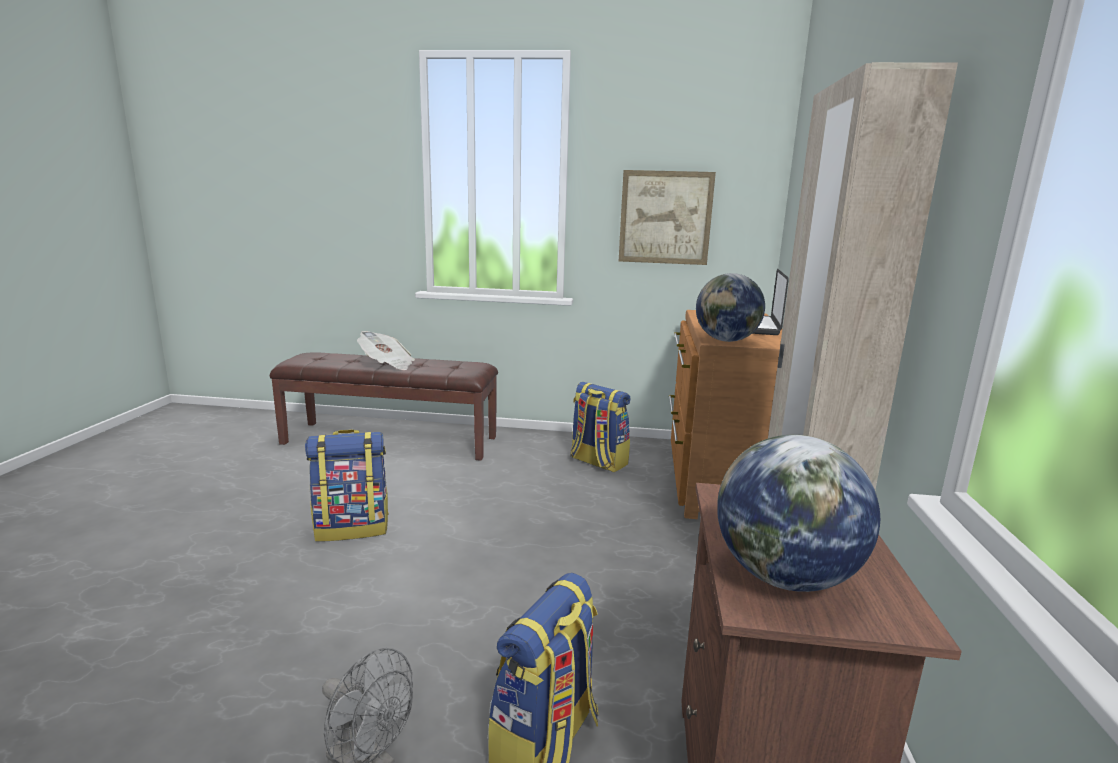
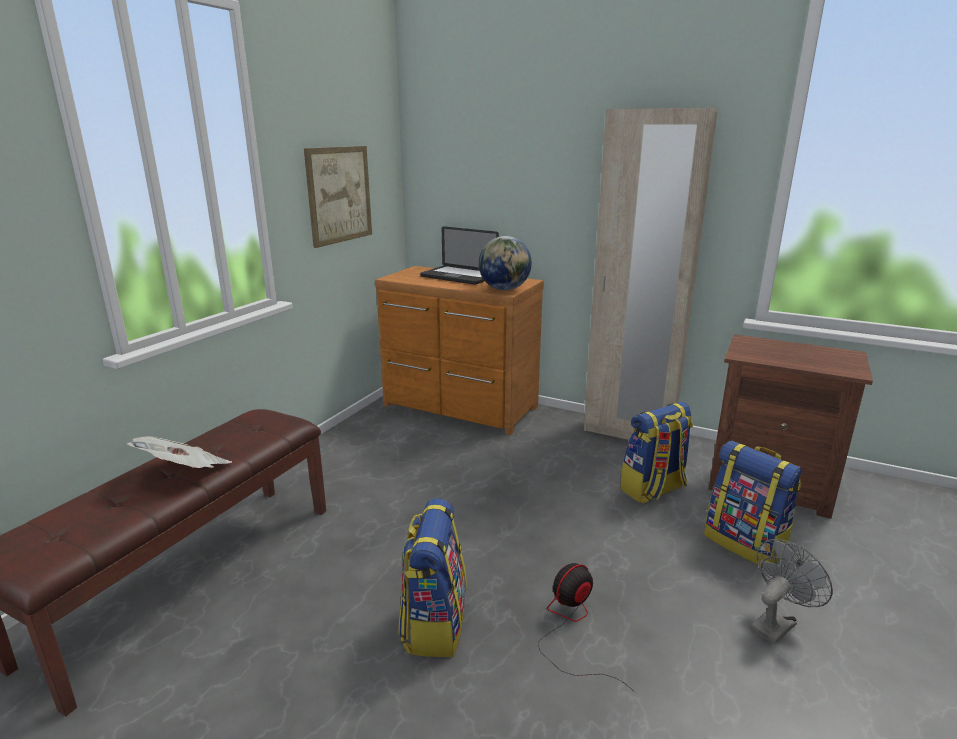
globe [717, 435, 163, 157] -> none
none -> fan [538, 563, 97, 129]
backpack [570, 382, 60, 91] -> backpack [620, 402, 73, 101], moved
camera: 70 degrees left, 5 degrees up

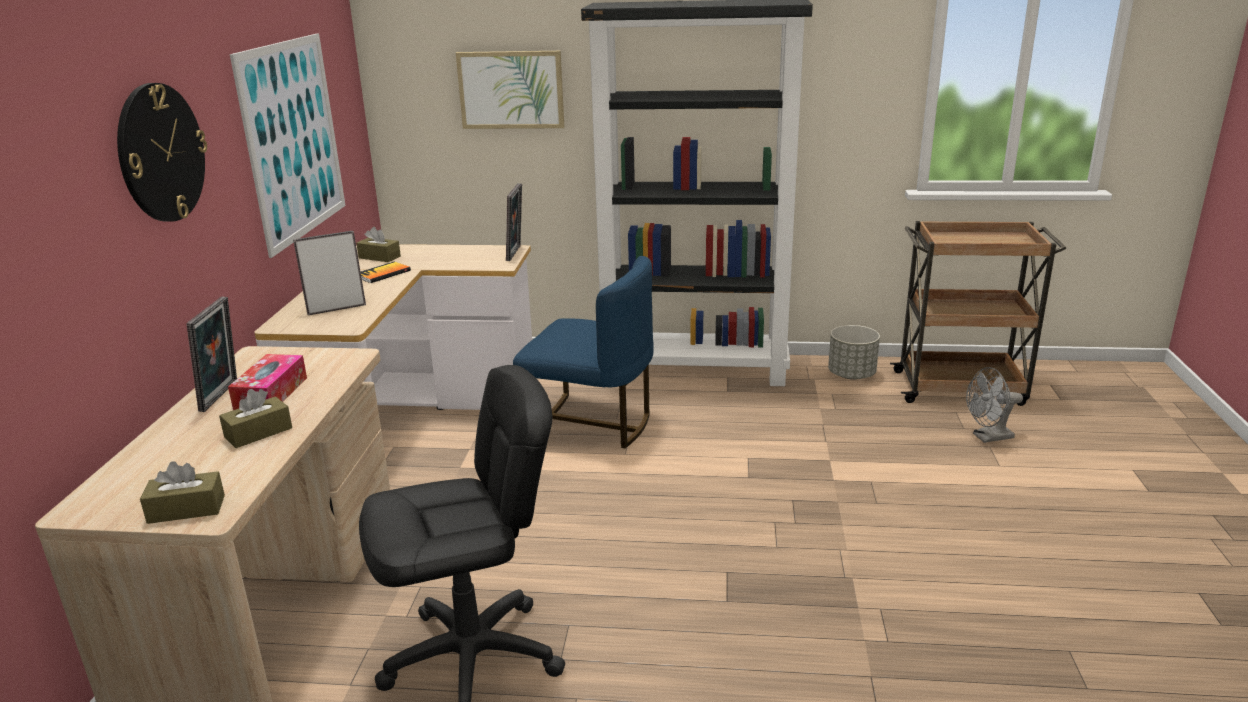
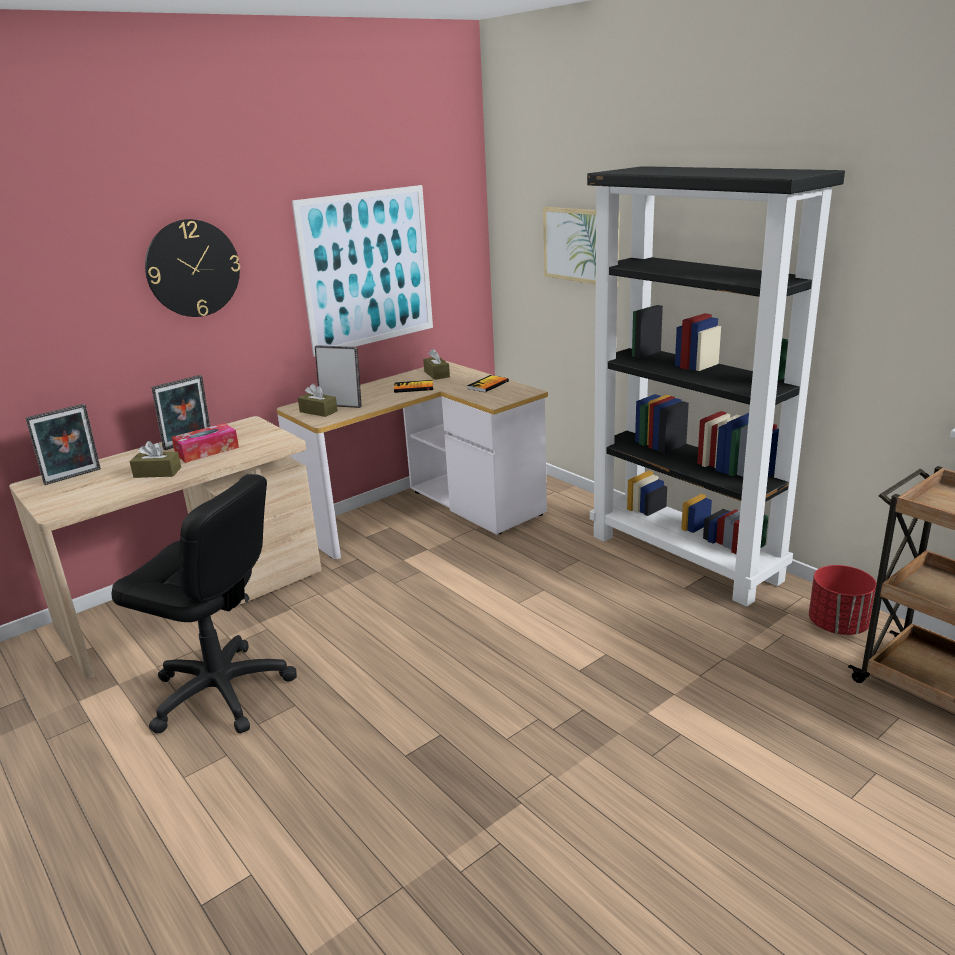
blue chair [513, 256, 141, 192] -> none
grey fan [966, 367, 57, 76] -> none
none -> book [467, 375, 42, 17]
brown tissue box [140, 461, 85, 63] -> brown tissue box [298, 383, 40, 34], moved
picture frame [506, 183, 16, 78] -> picture frame [26, 404, 75, 81], moved
grey planter [828, 325, 52, 55] -> red planter [809, 565, 68, 70]
camera: 45 degrees right, 0 degrees up

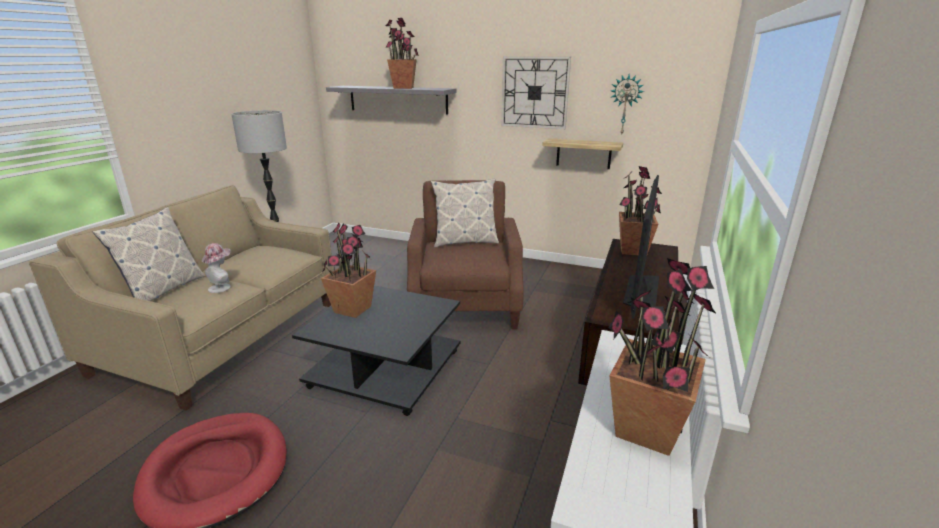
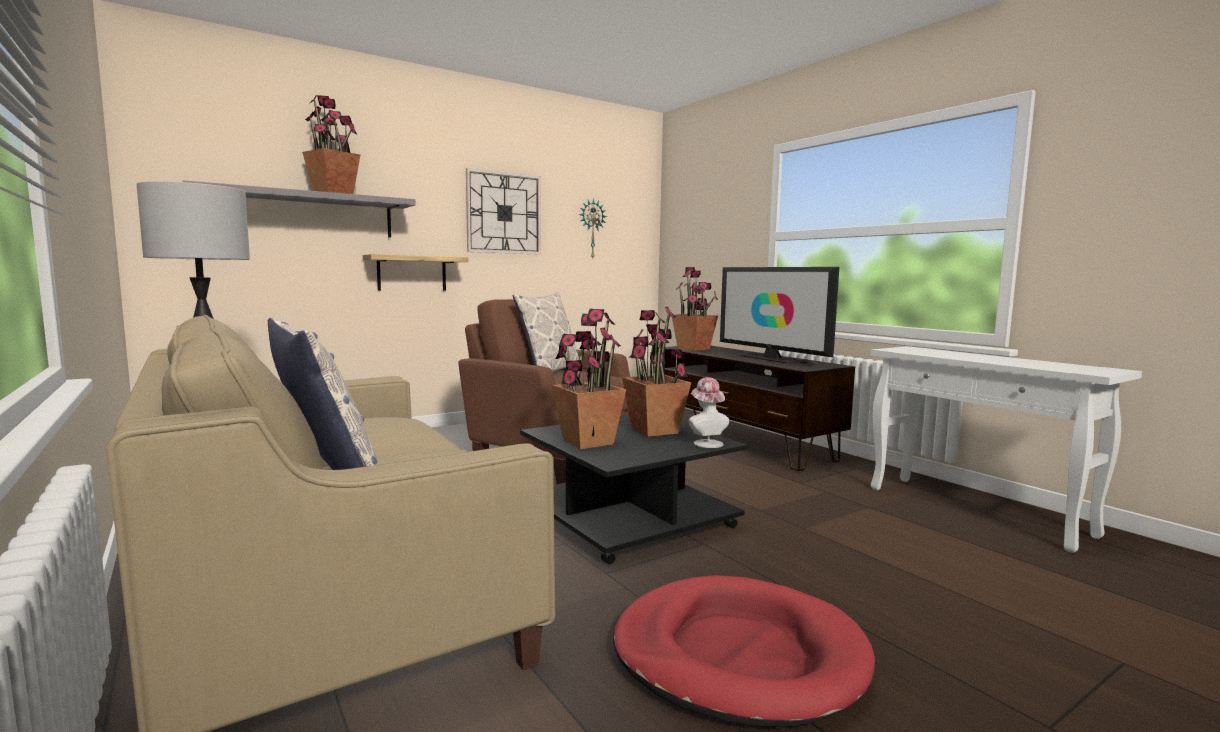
hat [202, 243, 29, 50] -> hat [688, 377, 41, 71], moved
shelf [542, 138, 81, 31] -> shelf [363, 254, 106, 37], moved
potted plant [608, 258, 109, 198] -> potted plant [622, 307, 69, 130], moved
camera: 55 degrees left, 15 degrees down

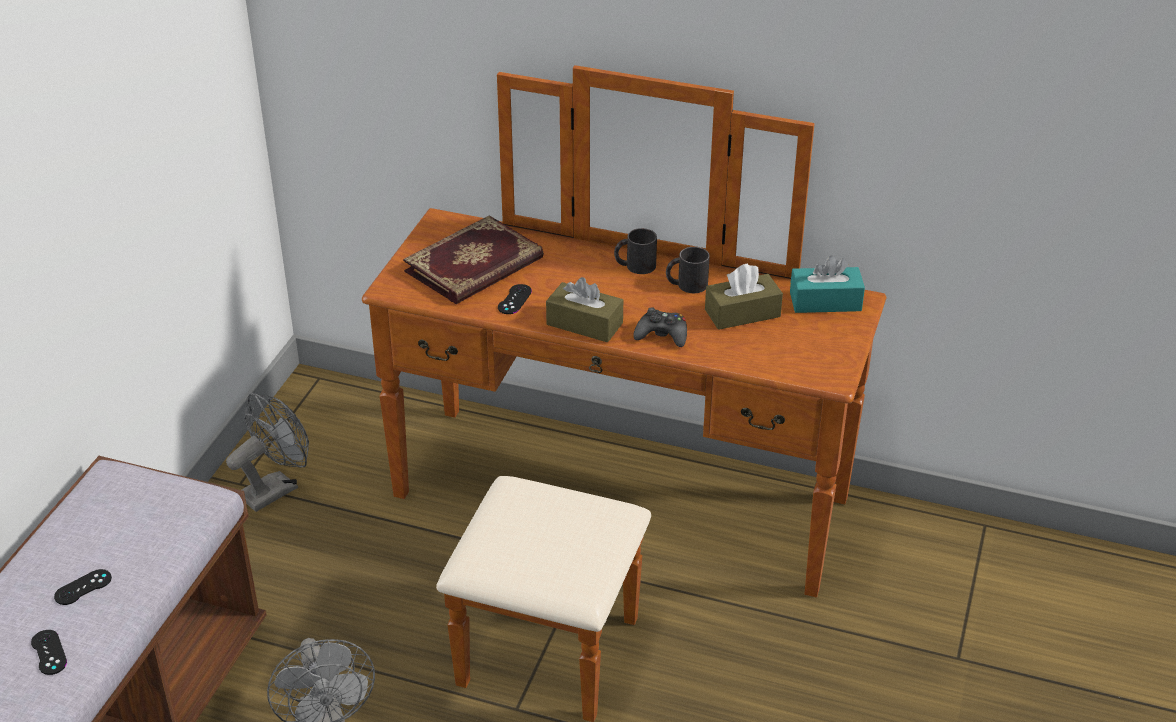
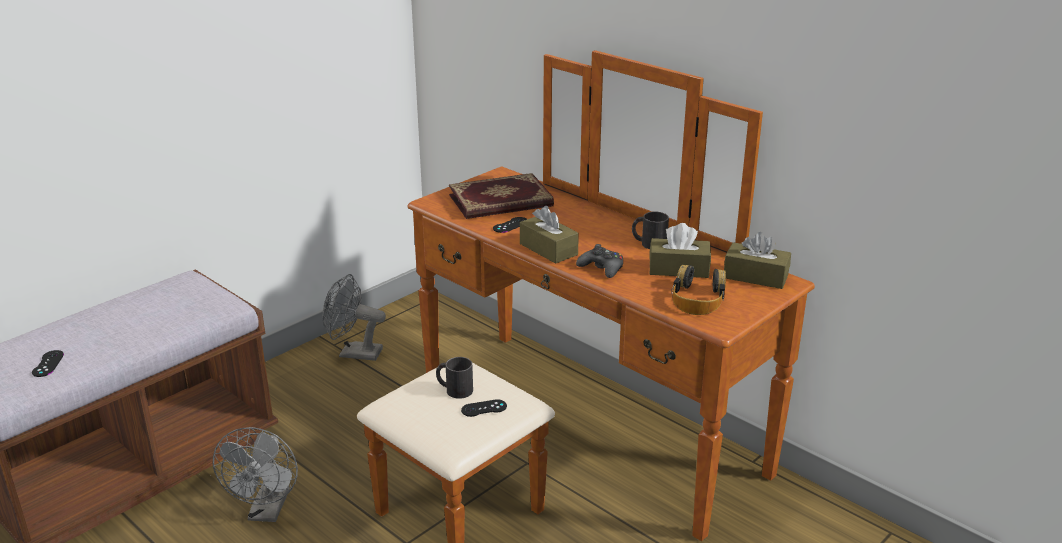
none -> headphones [671, 265, 55, 50]
black game controller [54, 569, 58, 36] -> black game controller [461, 399, 46, 18], moved
black mug [614, 228, 43, 46] -> black mug [436, 357, 37, 42], moved
turquoise tissue box [790, 255, 75, 58] -> brown tissue box [724, 232, 67, 57]
grey fan [226, 393, 83, 119] -> grey fan [322, 274, 64, 87], 150 degrees counterclockwise
camera: 25 degrees right, 10 degrees down

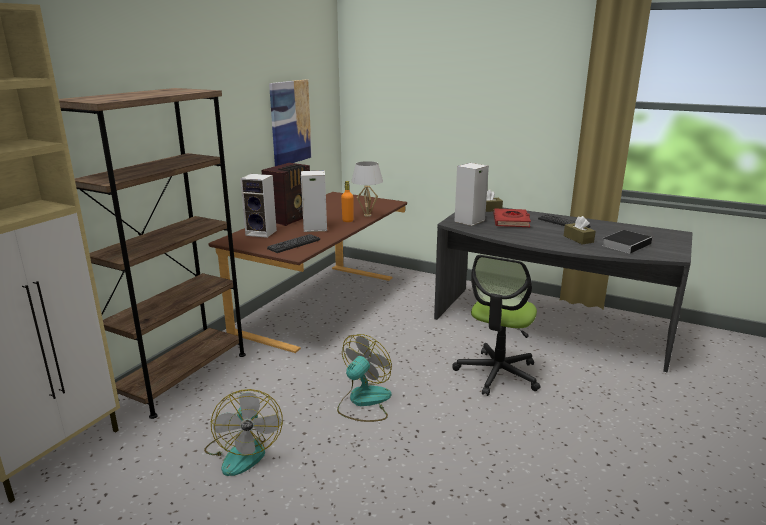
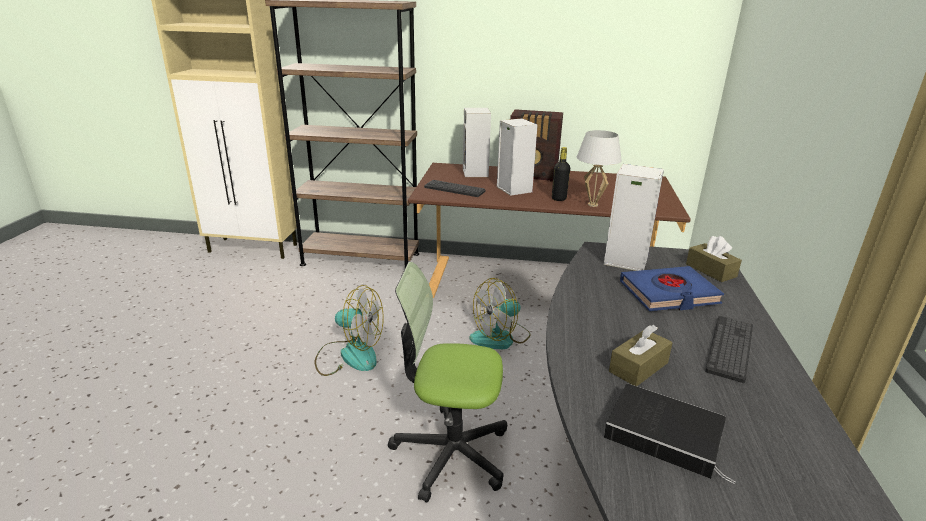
picture [269, 80, 43, 86] -> none
fan [204, 389, 79, 87] -> fan [469, 278, 62, 71], moved
orange bottle [341, 181, 13, 41] -> black bottle [552, 147, 18, 54]
red book [494, 209, 37, 18] -> blue book [620, 266, 104, 45]
camera: 70 degrees right, 5 degrees up

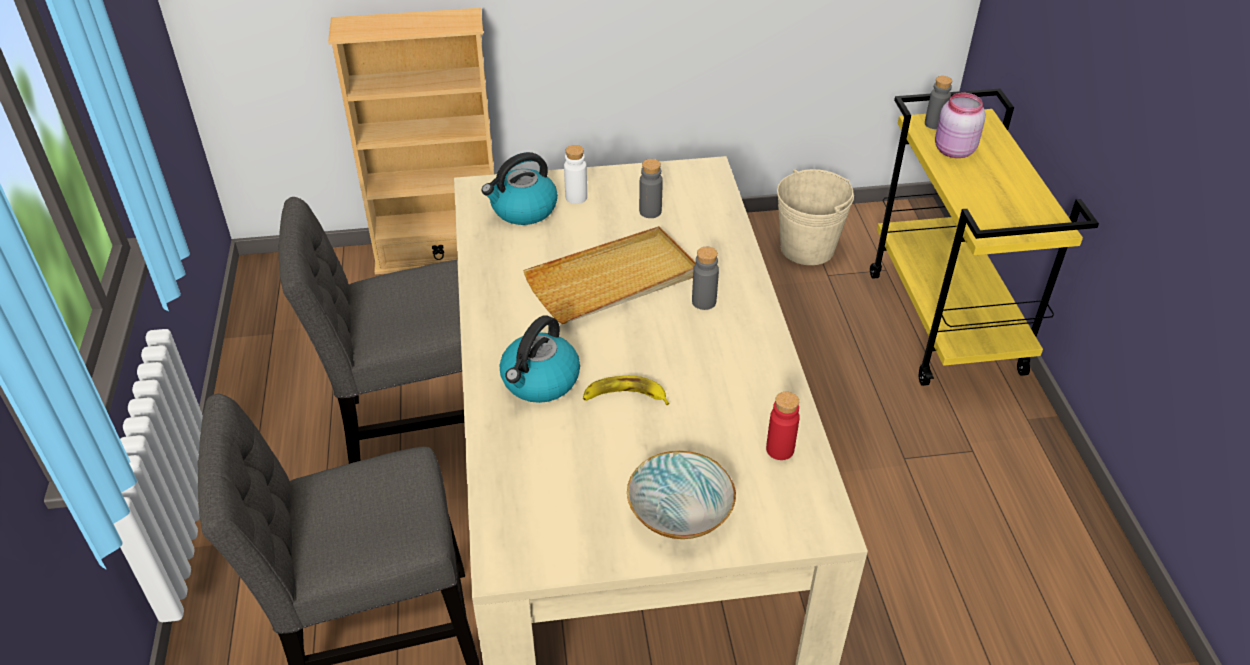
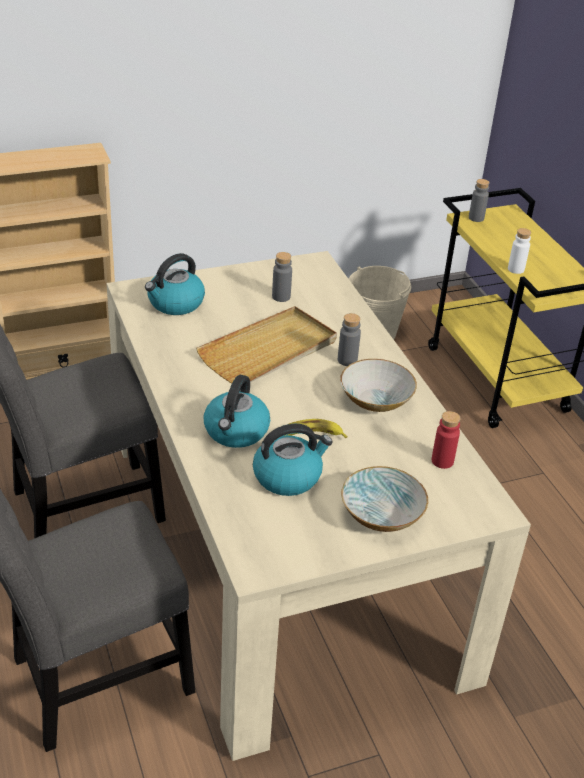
pink jar [935, 93, 51, 65] -> none
none -> kettle [253, 424, 80, 72]
none -> bowl [340, 359, 77, 53]
white bottle [564, 145, 23, 59] -> white bottle [508, 228, 23, 46], moved
camera: 15 degrees left, 5 degrees down

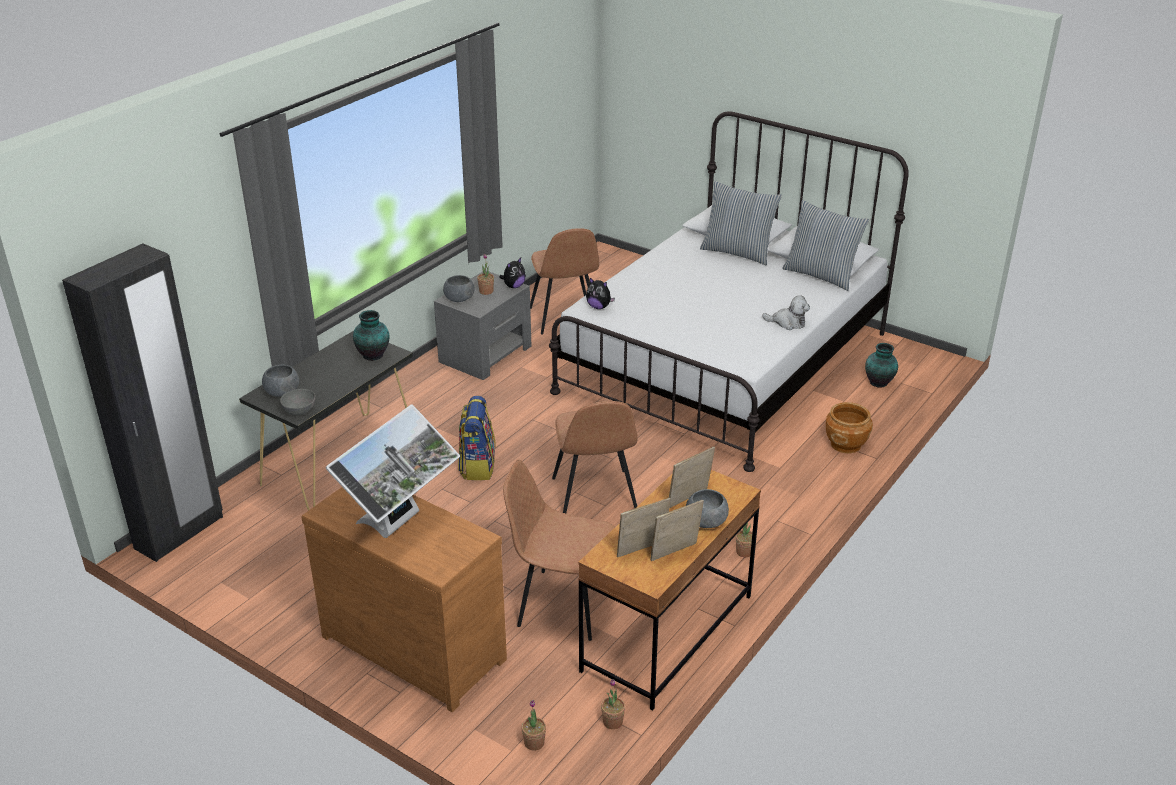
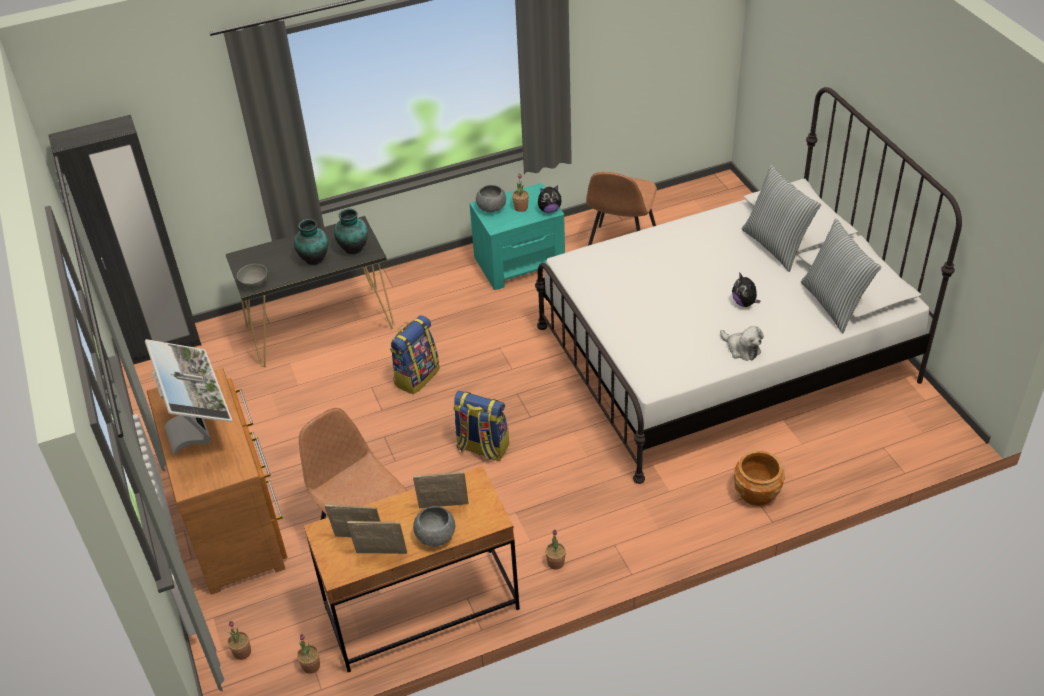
grey bowl [262, 365, 37, 32] -> none
plush toy [586, 278, 29, 31] -> plush toy [732, 272, 29, 35], moved
vase [865, 343, 33, 45] -> vase [294, 219, 34, 46], moved
brown chair [552, 401, 85, 112] -> backpack [453, 391, 56, 70]
grey nightstand [434, 270, 98, 110] -> turquoise nightstand [469, 183, 96, 107]
monitor [326, 405, 134, 133] -> monitor [145, 339, 87, 116], 90 degrees counterclockwise
camera: 35 degrees right, 10 degrees up

